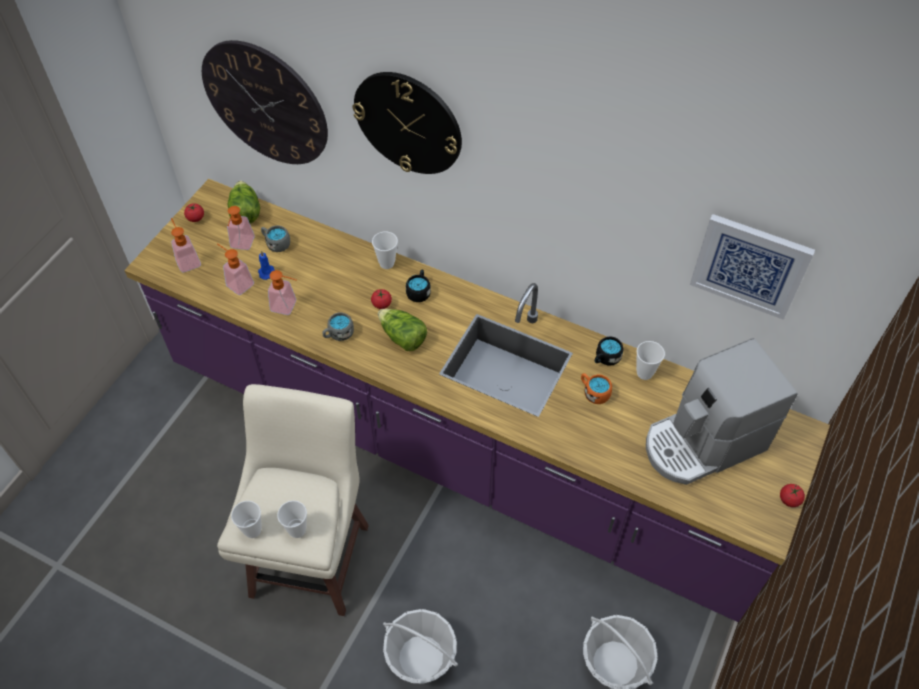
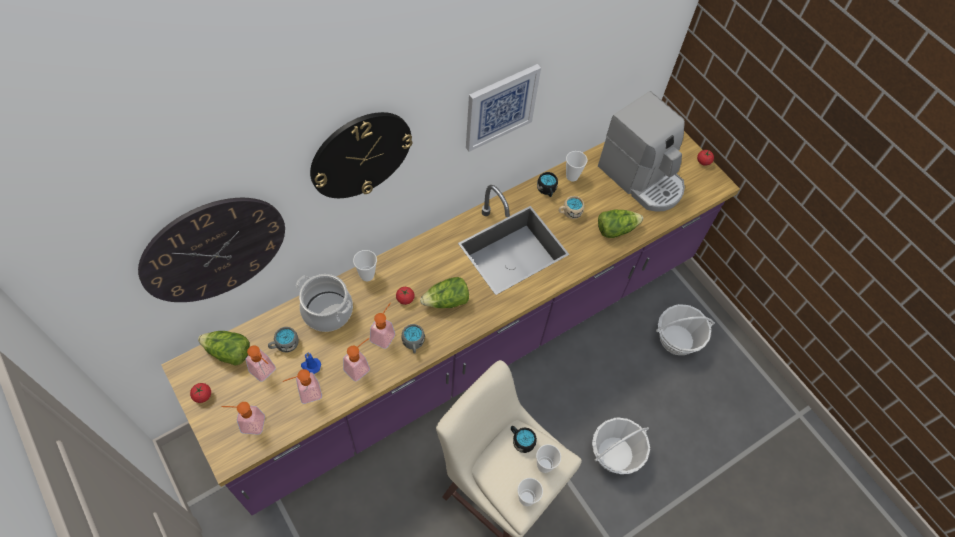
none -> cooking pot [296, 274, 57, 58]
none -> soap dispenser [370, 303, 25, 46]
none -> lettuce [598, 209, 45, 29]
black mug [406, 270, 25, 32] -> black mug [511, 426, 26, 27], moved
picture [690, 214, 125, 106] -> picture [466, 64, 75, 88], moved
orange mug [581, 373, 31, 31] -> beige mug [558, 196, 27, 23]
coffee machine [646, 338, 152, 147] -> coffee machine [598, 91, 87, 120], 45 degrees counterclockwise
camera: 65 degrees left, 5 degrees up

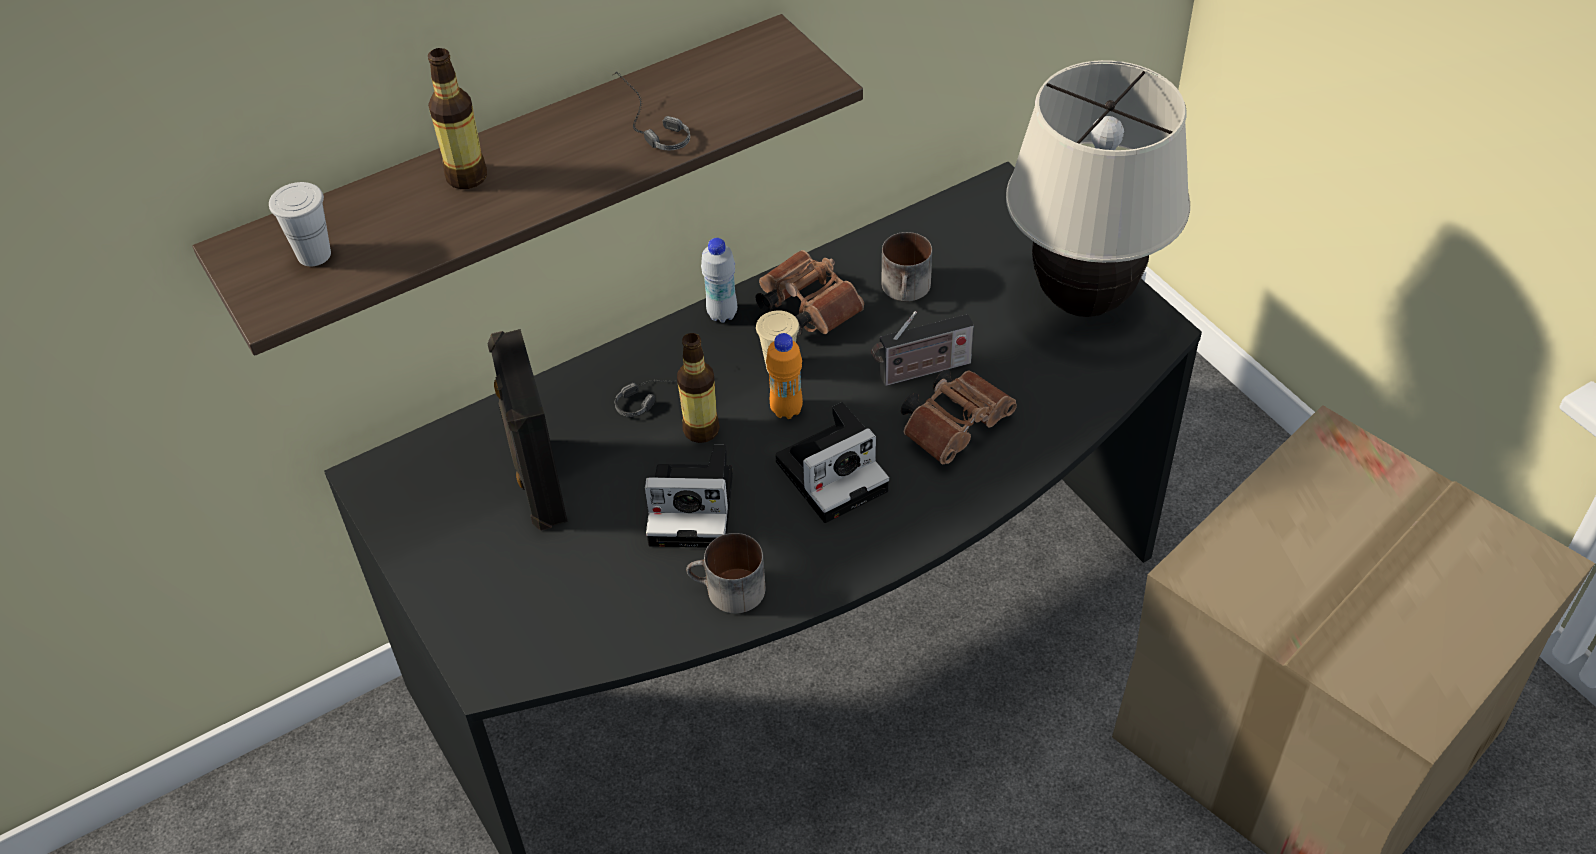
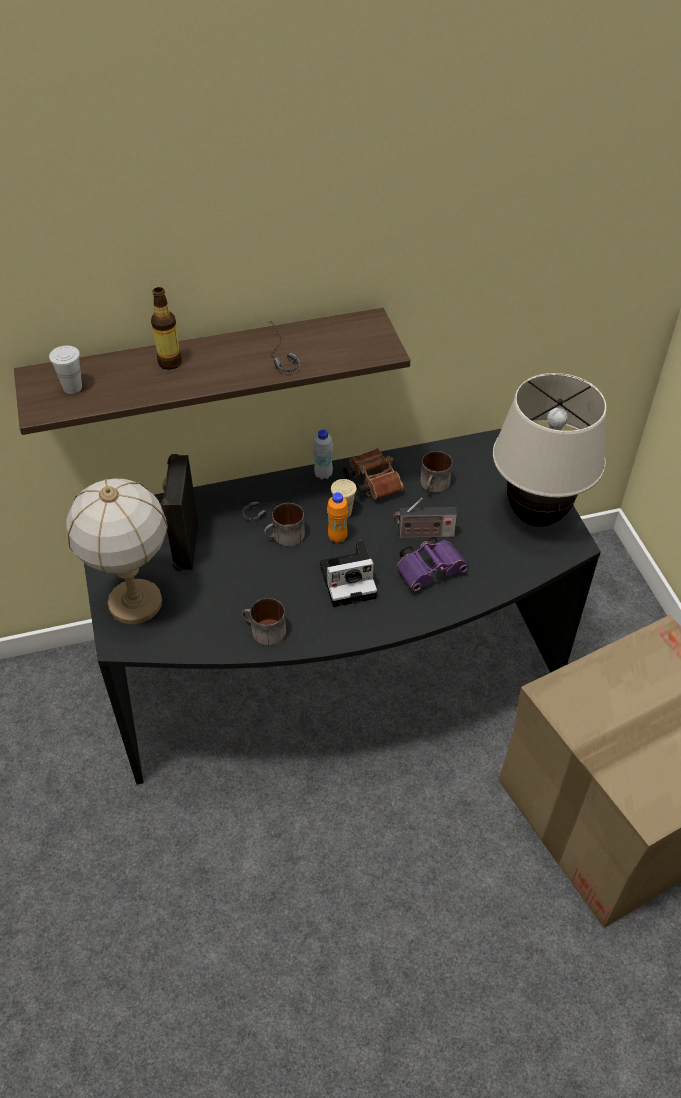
photo camera [645, 445, 88, 103] -> none
none -> table lamp [66, 479, 102, 145]
bottle [677, 333, 43, 110] -> mug [264, 503, 41, 43]
brown binoculars [901, 369, 116, 95] -> purple binoculars [396, 536, 73, 55]
camera: 15 degrees right, 0 degrees up

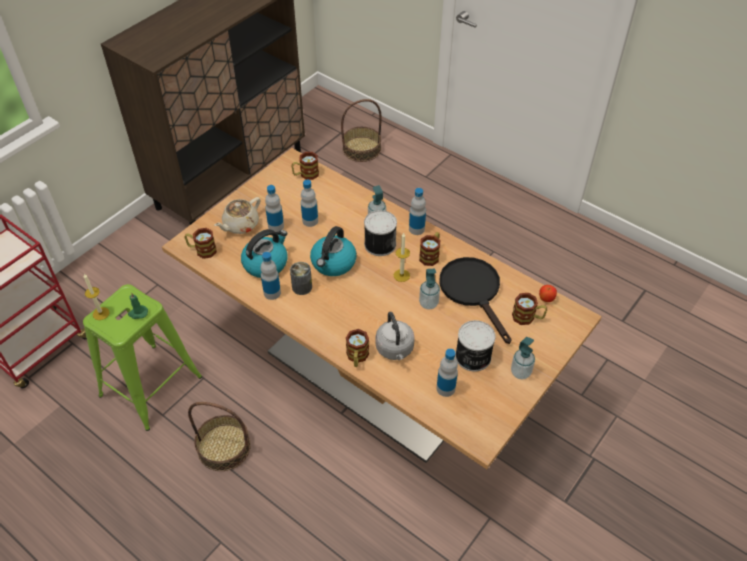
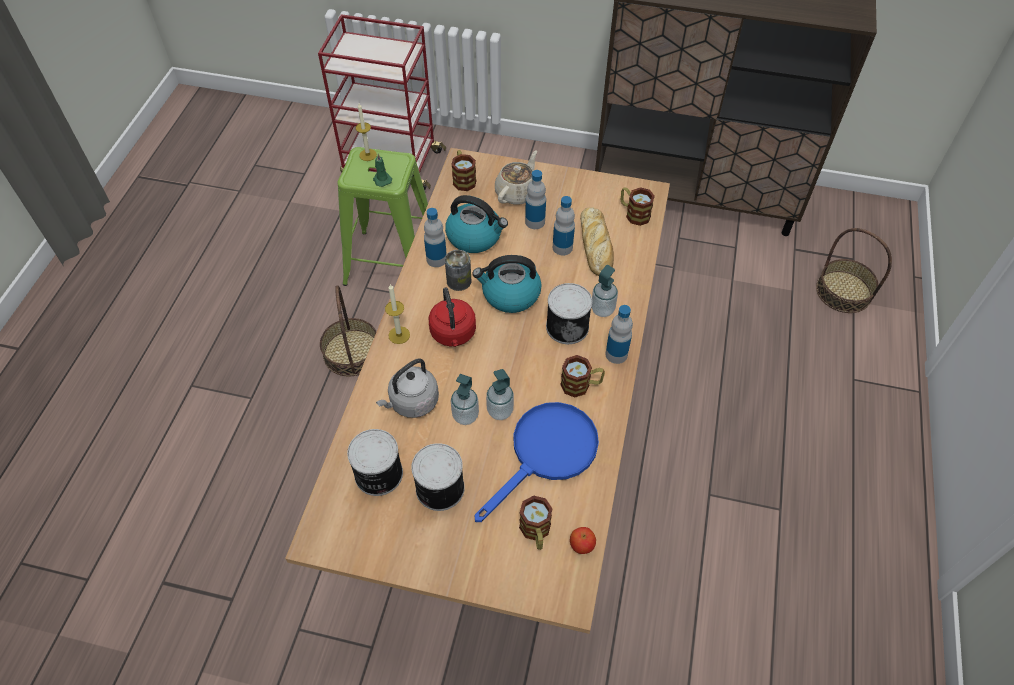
mug [346, 329, 23, 38] -> none
none -> red kettle [429, 287, 47, 60]
none -> bread [580, 207, 34, 69]
candle [394, 233, 16, 49] -> candle [385, 284, 25, 60], moved
soap dispenser [511, 337, 24, 42] -> soap dispenser [451, 374, 28, 51], moved
bottle [437, 349, 21, 48] -> can [347, 429, 56, 67]
black frying pan [439, 257, 73, 87] -> blue frying pan [475, 402, 124, 120]
beige teapot [214, 197, 47, 37] -> beige teapot [495, 150, 42, 55], 105 degrees clockwise
camera: 65 degrees right, 5 degrees up

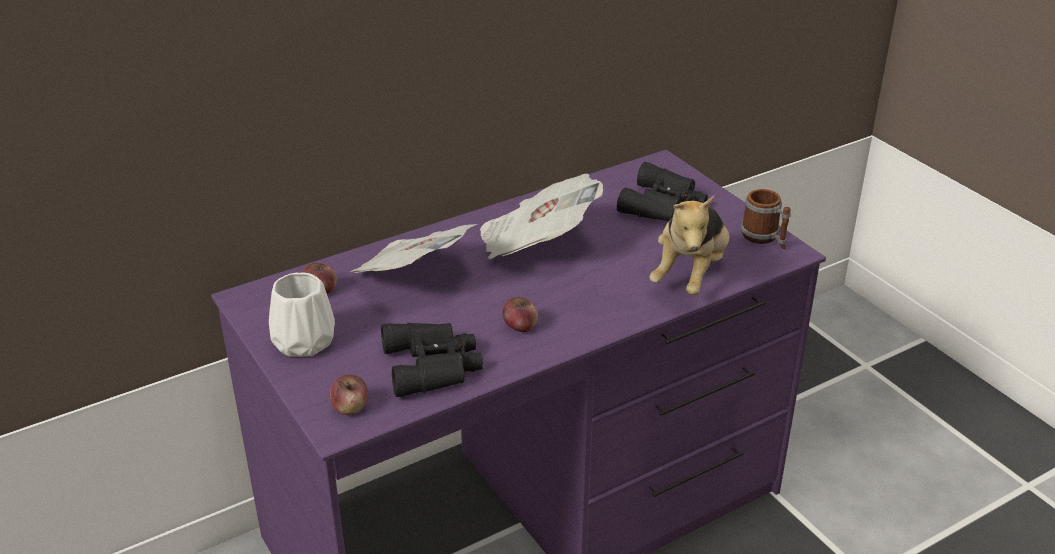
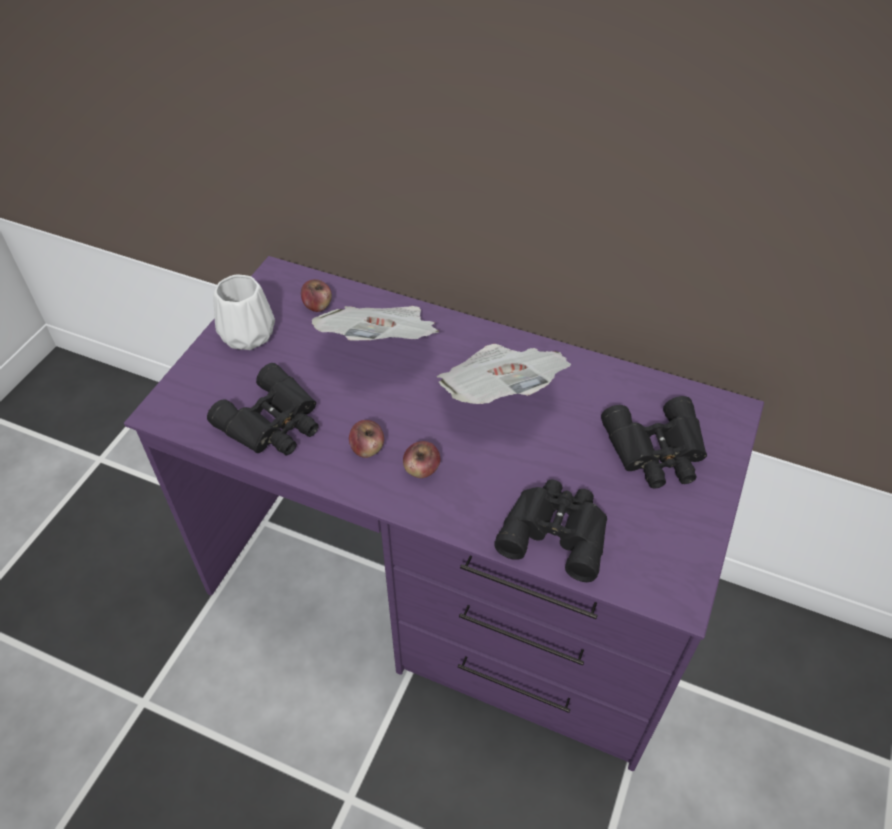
mug [741, 189, 50, 60] -> none
apple [330, 374, 38, 41] -> apple [403, 441, 37, 37], moved
plush toy [650, 196, 79, 99] -> black binoculars [494, 480, 113, 102]
camera: 55 degrees right, 15 degrees up

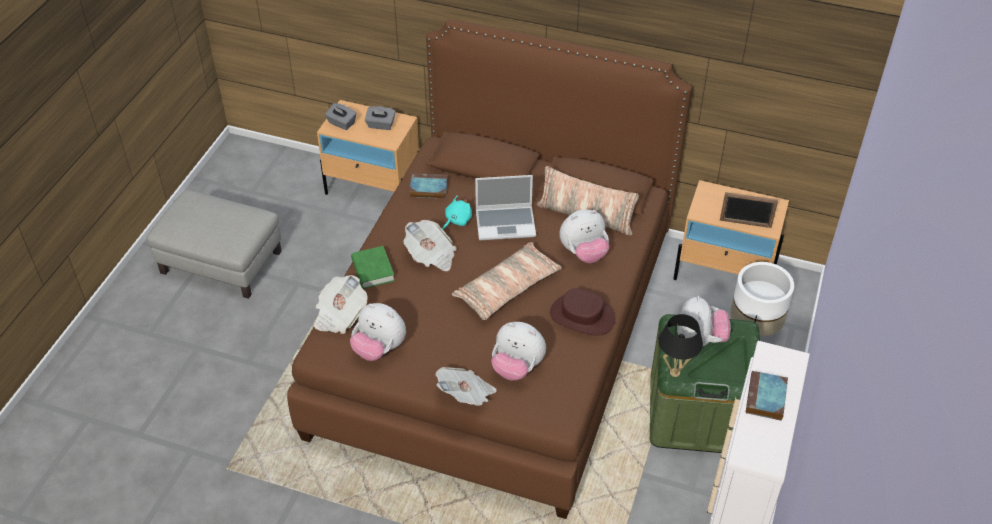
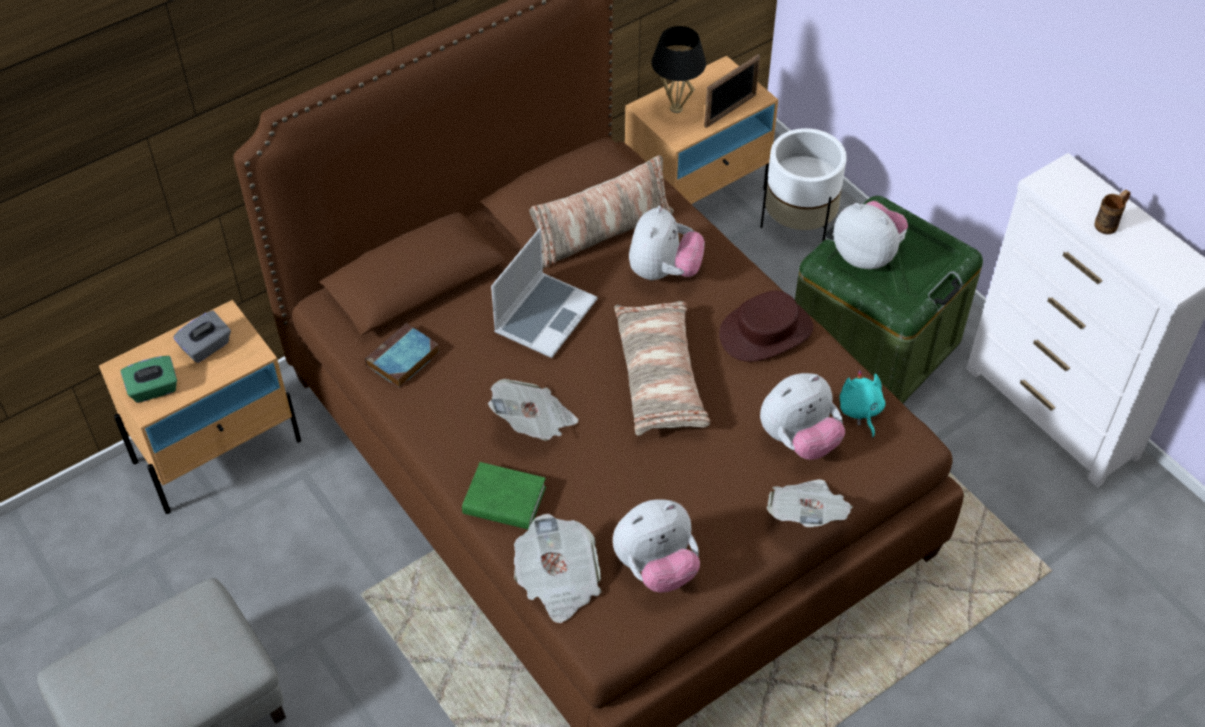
turquoise plush toy [442, 195, 30, 34] -> turquoise plush toy [840, 370, 45, 68], moved
black table lamp [658, 314, 45, 63] -> black table lamp [651, 26, 55, 87], moved
book [746, 371, 42, 50] -> brown mug [1094, 190, 37, 44]
grey tissue box [325, 103, 31, 27] -> green tissue box [121, 356, 56, 47]
camera: 55 degrees left, 5 degrees up

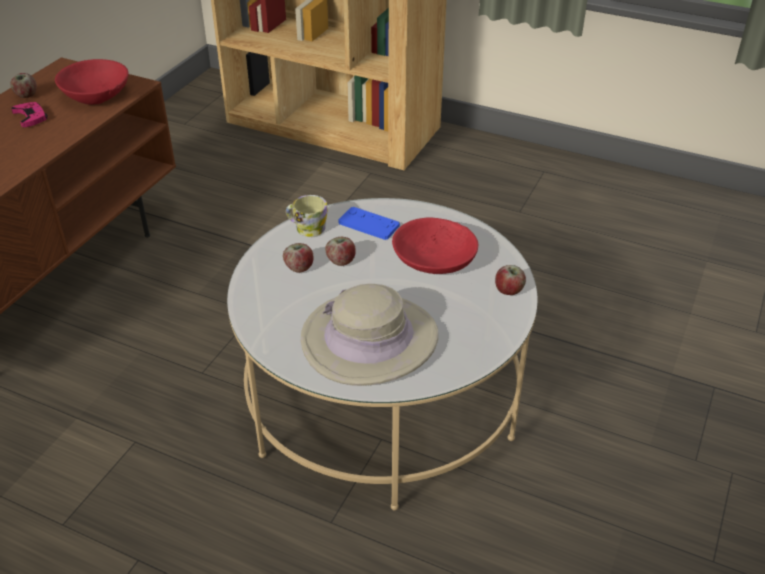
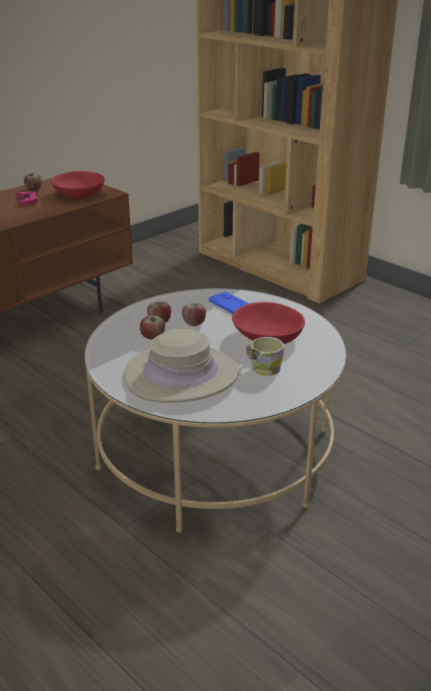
mug [286, 195, 41, 42] -> mug [246, 337, 38, 39], moved
apple [495, 265, 31, 30] -> apple [140, 315, 25, 25], moved
camera: 20 degrees right, 10 degrees down

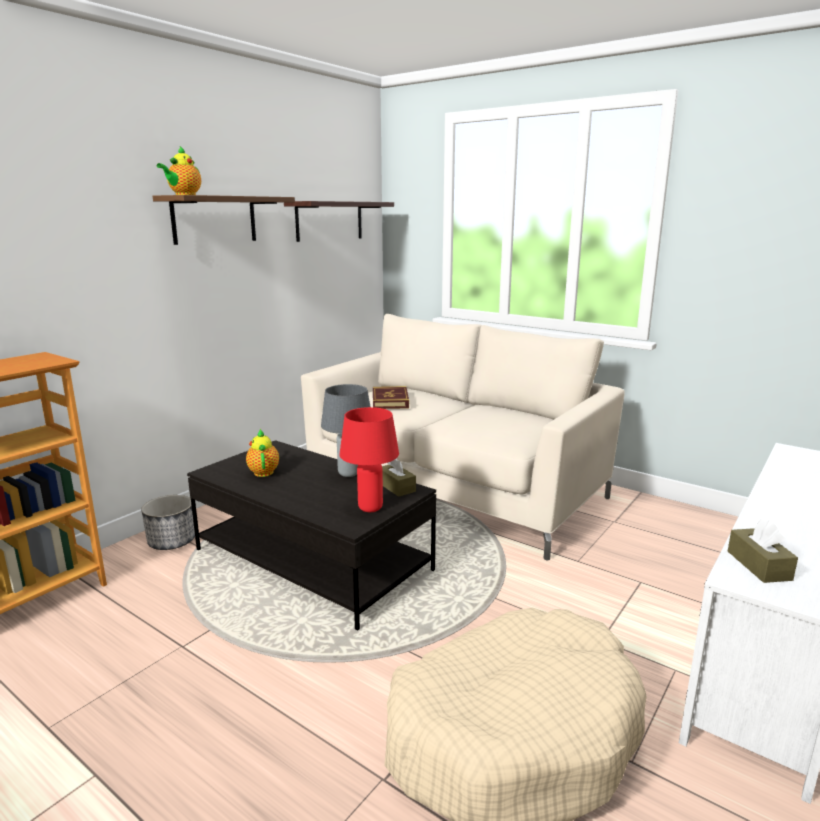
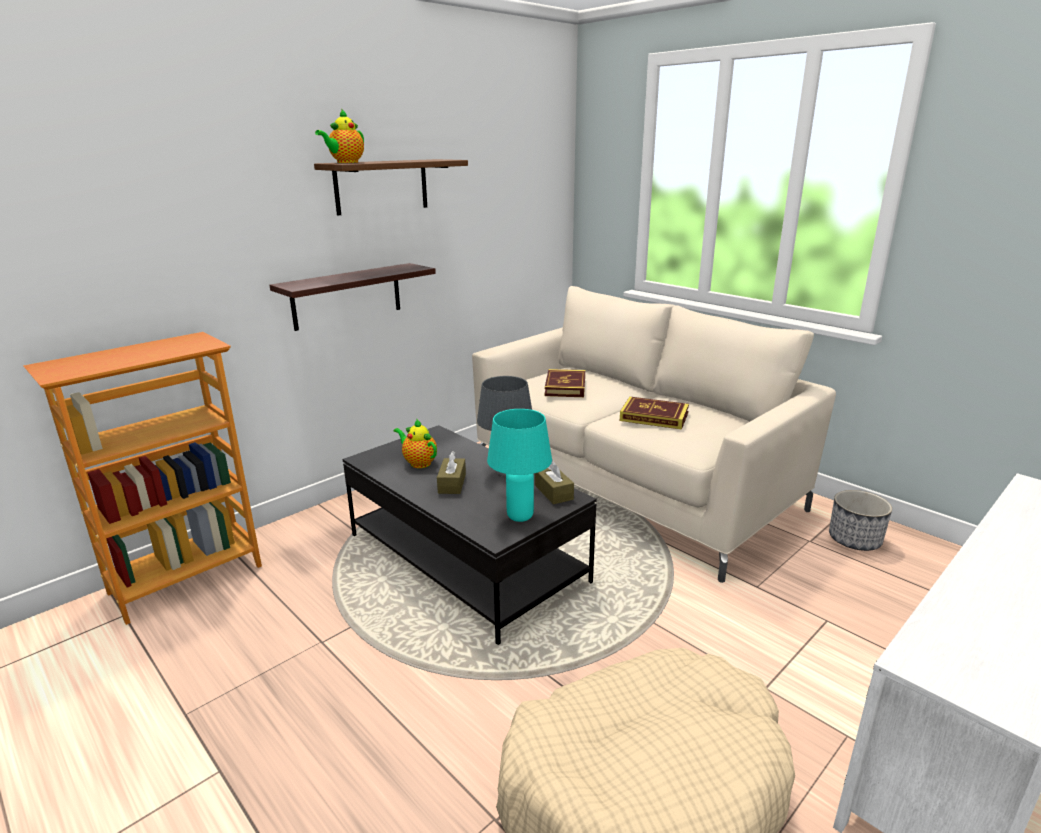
none -> book [620, 397, 69, 33]
planter [141, 495, 54, 55] -> planter [829, 490, 63, 61], moved
shelf [284, 201, 110, 41] -> shelf [269, 263, 167, 68], moved
brown tissue box [728, 519, 70, 64] -> brown tissue box [437, 451, 29, 43], moved
red table lamp [339, 407, 60, 105] -> turquoise table lamp [487, 409, 65, 113]
teapot [246, 429, 33, 48] -> teapot [393, 419, 44, 49], 45 degrees counterclockwise
camera: 10 degrees right, 5 degrees up

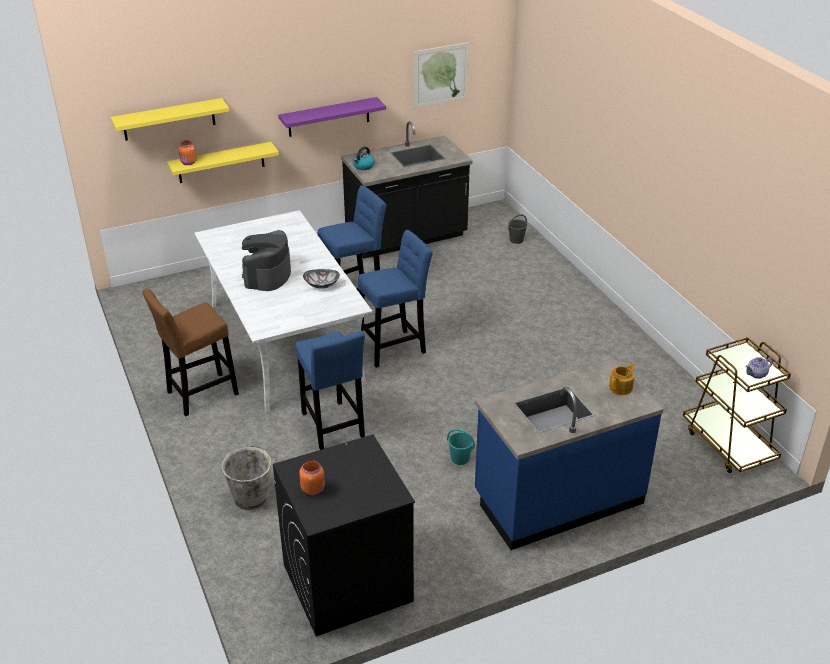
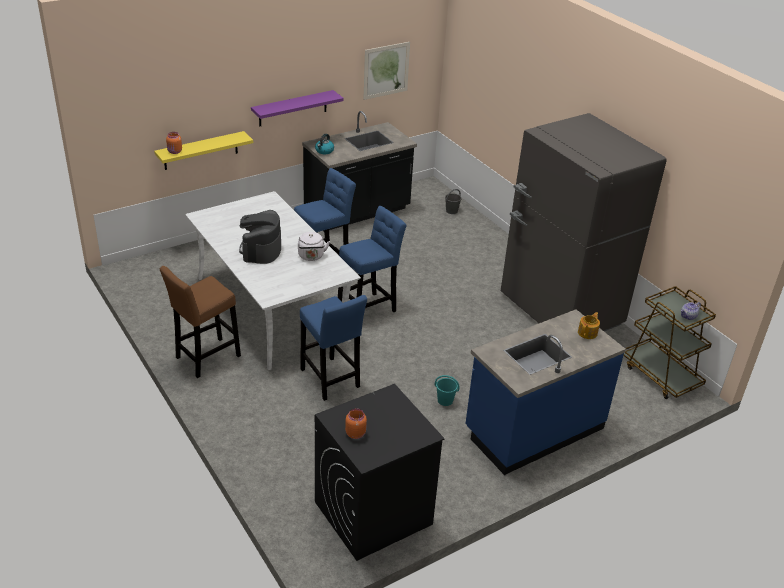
yellow shelf [111, 98, 118, 43] -> none
grey bucket [221, 446, 56, 64] -> none
none -> grey fridge [501, 113, 166, 218]
bowl [303, 269, 37, 20] -> white kettle [298, 232, 32, 29]
camera: 10 degrees left, 0 degrees up

